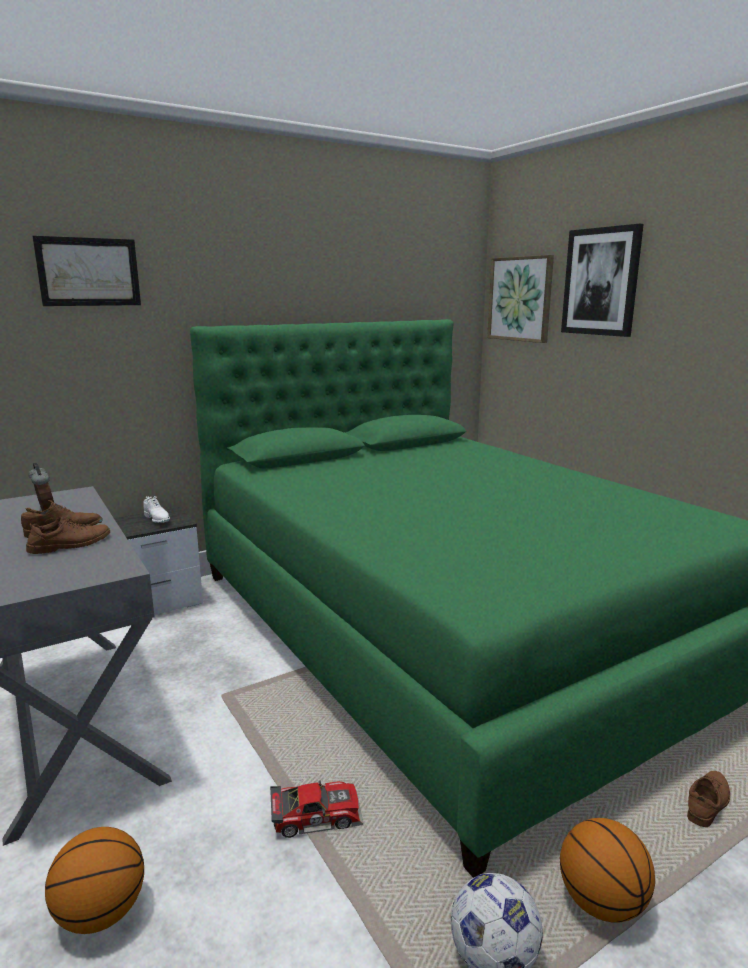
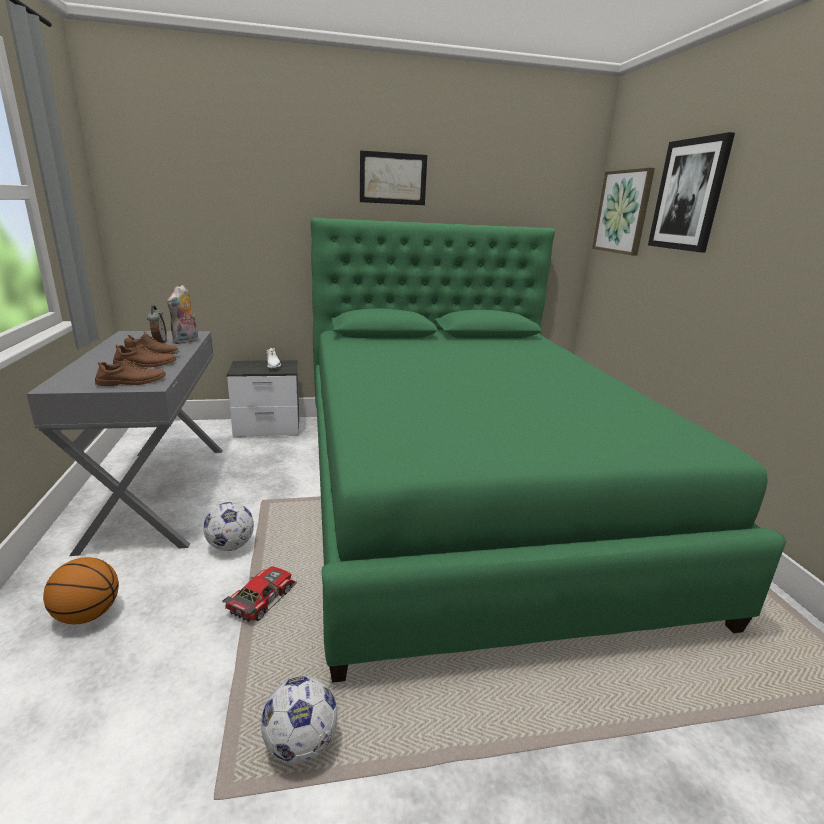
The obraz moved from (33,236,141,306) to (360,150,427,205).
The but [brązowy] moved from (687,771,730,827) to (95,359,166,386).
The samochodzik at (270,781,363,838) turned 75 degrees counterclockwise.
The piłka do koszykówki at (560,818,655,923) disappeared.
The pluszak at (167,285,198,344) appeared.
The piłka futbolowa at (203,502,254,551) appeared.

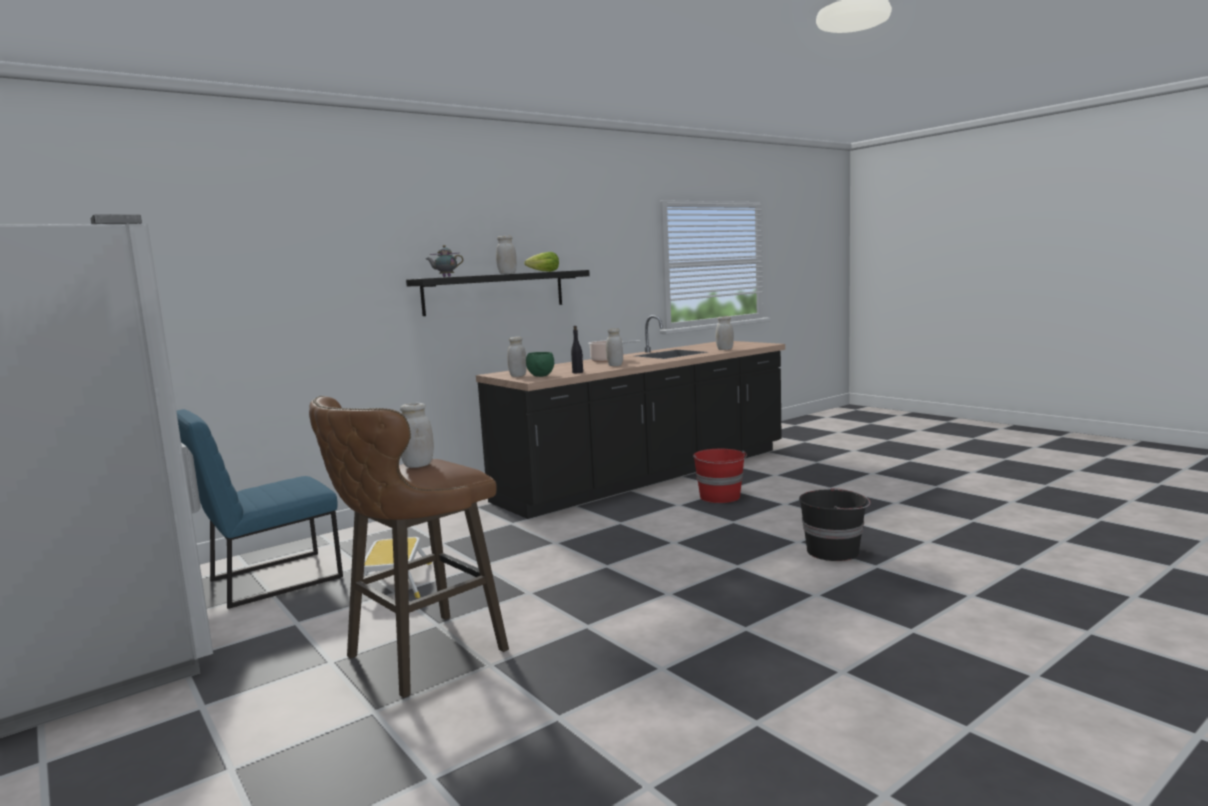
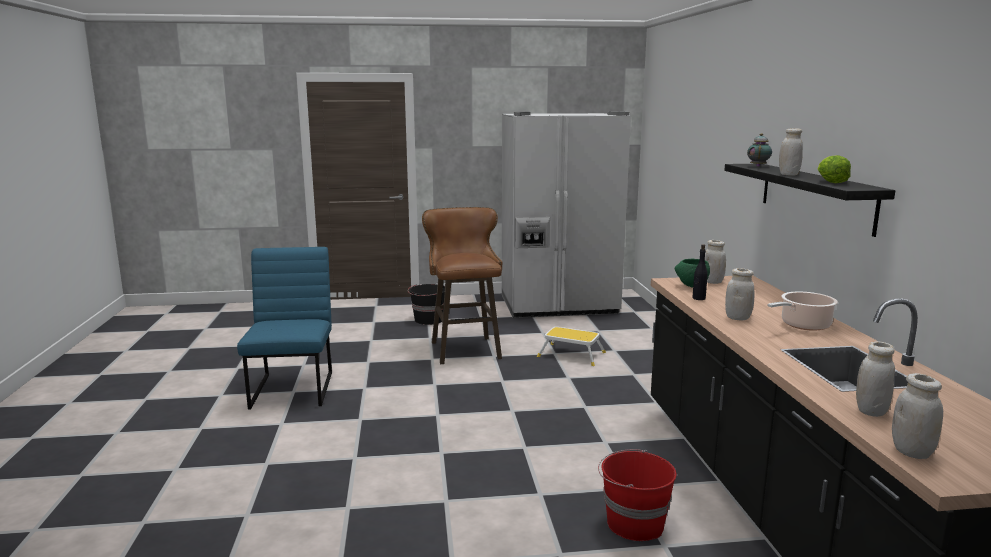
The słoik [biały] moved from (400,403,434,468) to (892,373,943,459).
The krzesło [niebieski] moved from (176,409,343,609) to (237,247,332,410).
The wiadro [czarny] moved from (799,487,870,561) to (409,284,445,325).

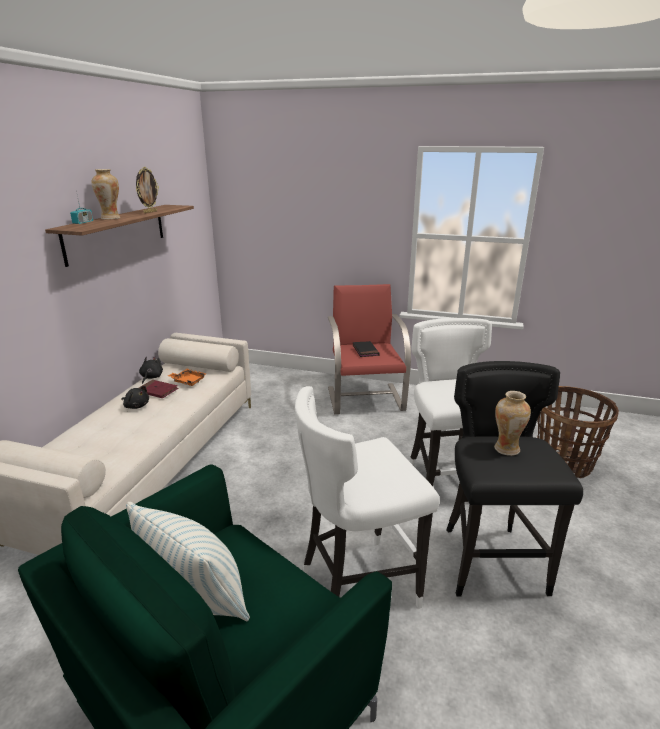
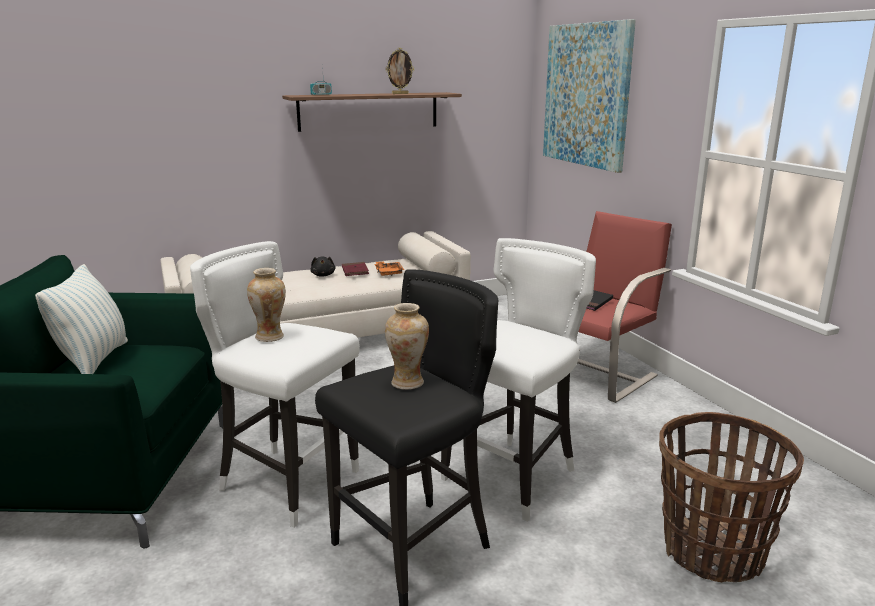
The wazon moved from (92,169,120,220) to (247,268,286,342).
The pluszak [czarny] at (139,357,163,384) disappeared.
The obraz at (543,19,636,173) appeared.

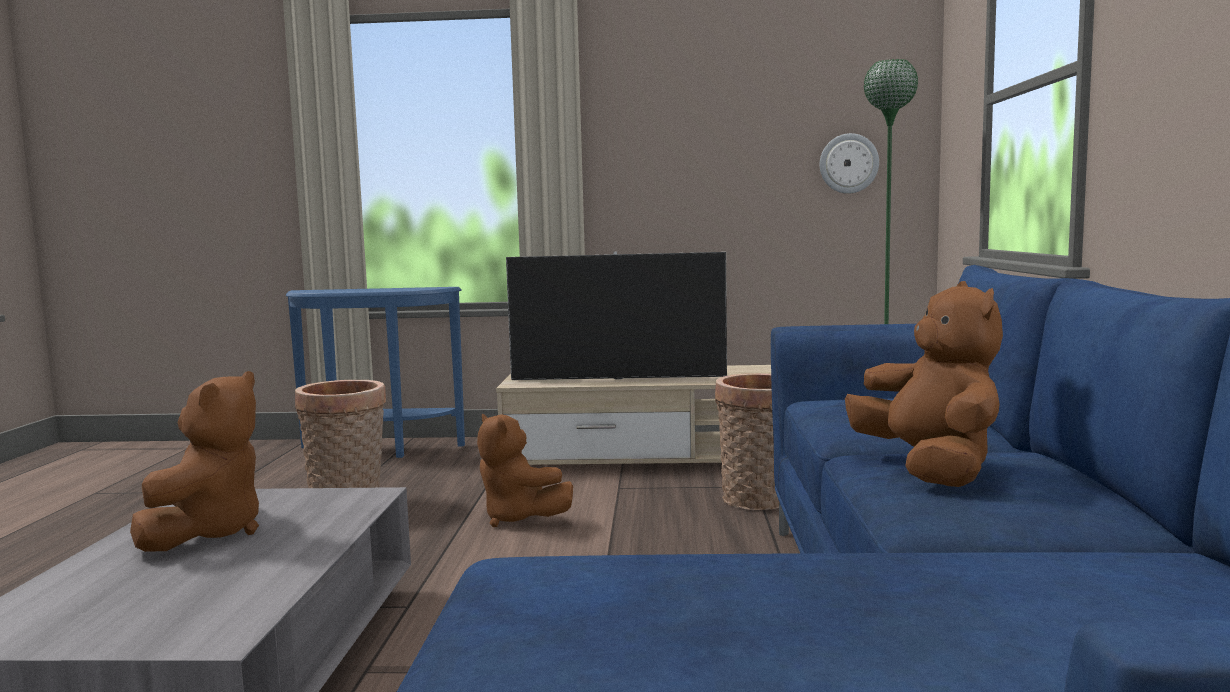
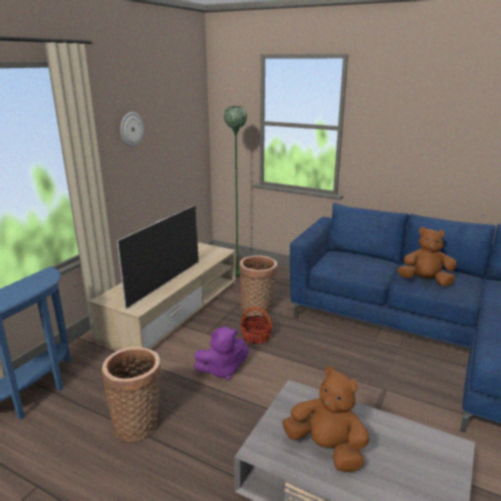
The zegar ścienny moved from (820,133,879,194) to (120,112,144,147).
The pluszak [brązowy] at (477,414,573,527) became the pluszak [fioletowy] at (194,327,249,380).
The koszyk at (240,307,273,344) appeared.

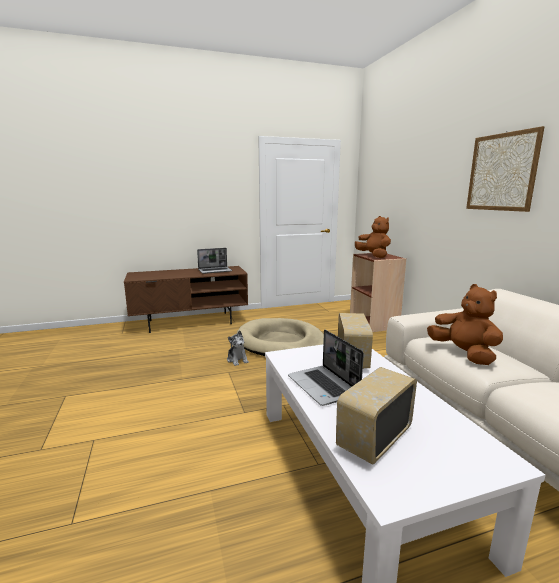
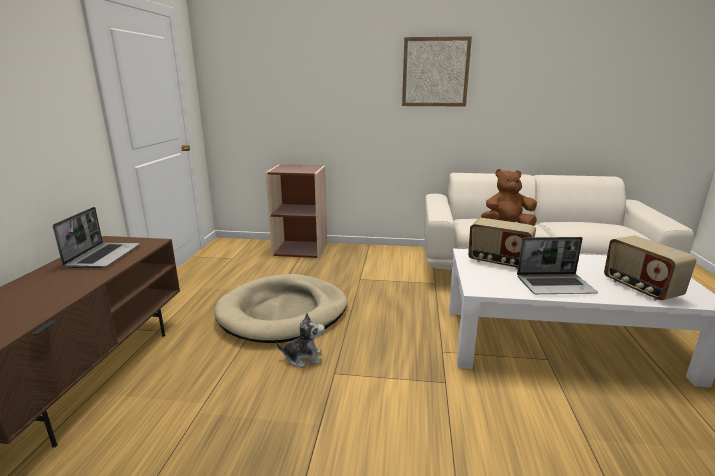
The pluszak [brązowy] at (355,216,391,258) disappeared.

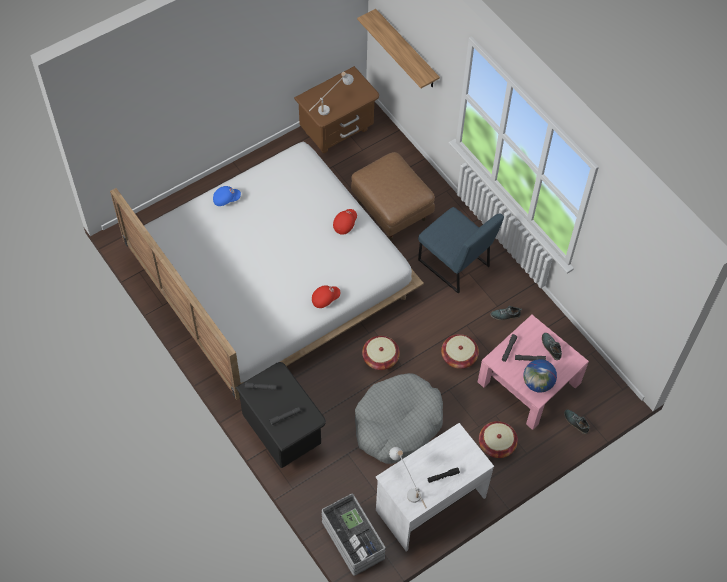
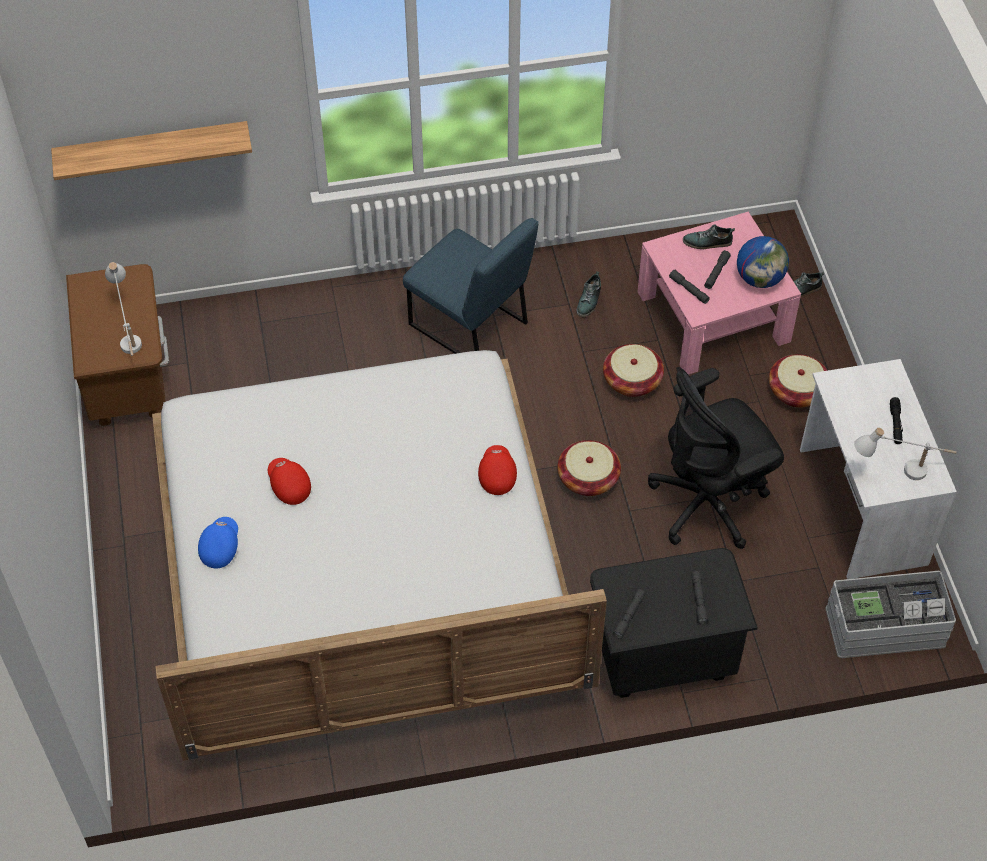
The pufa [brązowy] at (351,152,435,240) disappeared.
The krzesło [niebieski] at (418,207,504,294) turned 60 degrees clockwise.
The czapka z daszkiem [czerwony] moved from (333,209,357,235) to (268,458,311,505).
The legowisko [szary] at (355,373,443,464) was replaced by the krzesło biurowe [czarny] at (648,367,784,549).

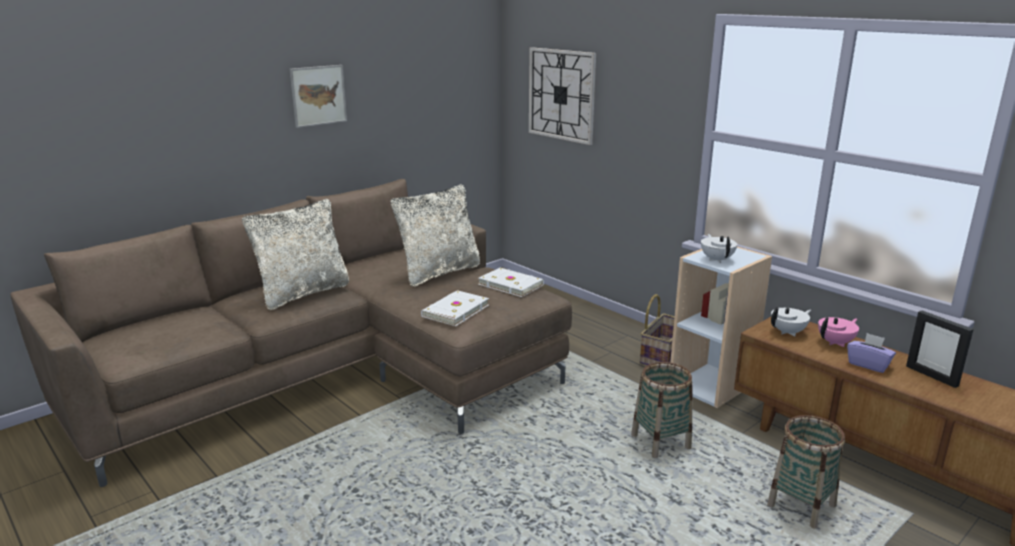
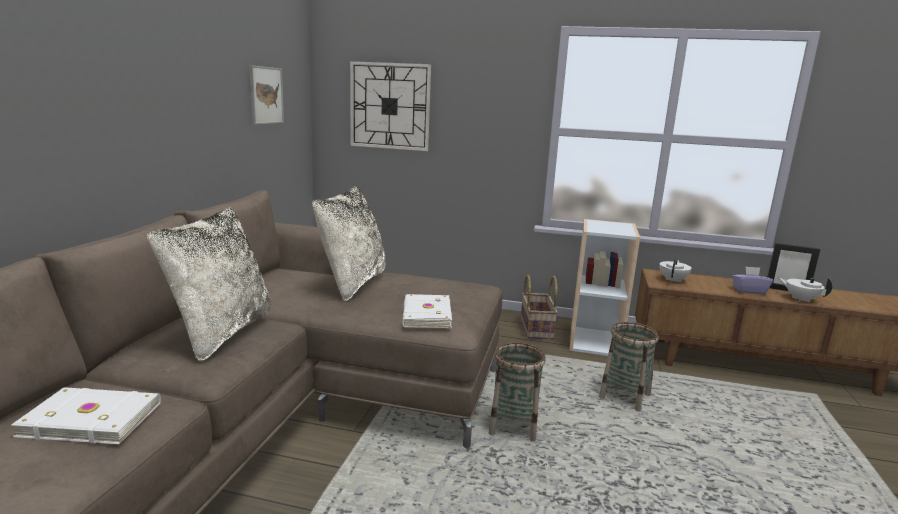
The obraz moved from (290,65,347,128) to (250,65,284,125).
The imbryk [biały] moved from (701,234,737,263) to (778,277,832,302).
The książka [biały] moved from (478,267,544,297) to (11,387,161,444).
The imbryk [różowy] at (818,317,859,347) disappeared.
The koszyk moved from (767,415,845,529) to (489,342,546,442).

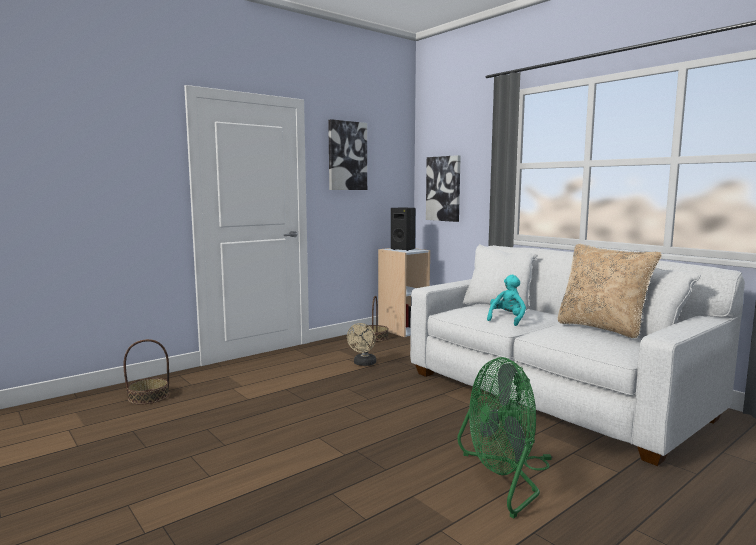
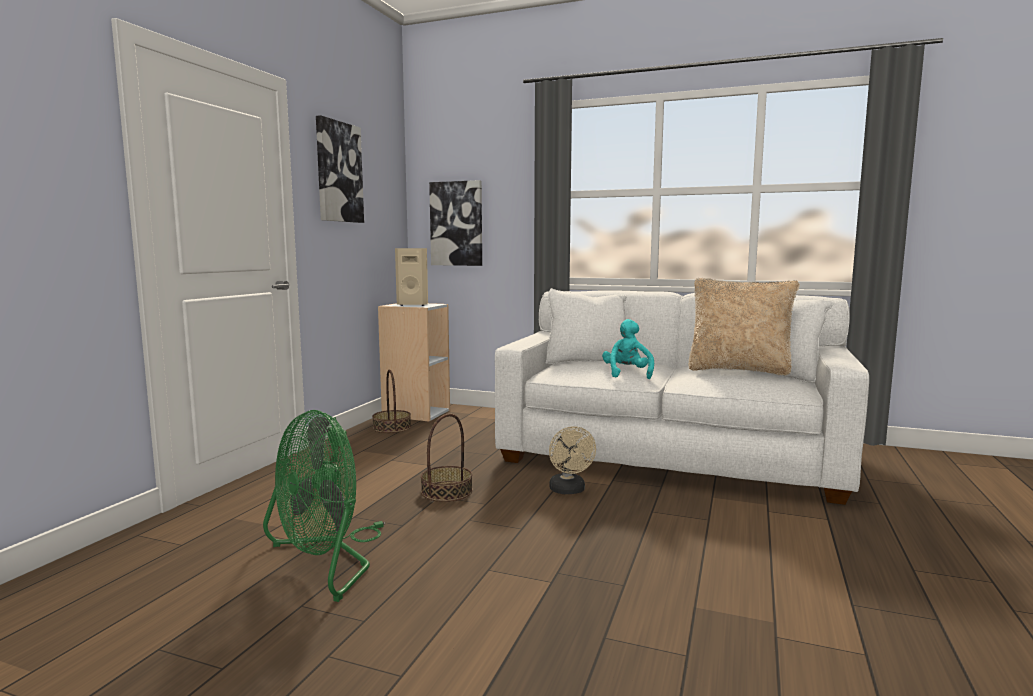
The głośnik [czarny] at (391,208,415,251) became the głośnik [beżowy] at (395,248,428,306).
The wentylator [beżowy] moved from (347,323,376,366) to (549,426,596,494).
The koszyk moved from (123,339,169,405) to (421,413,473,502).
The wentylator [zielony] moved from (458,357,553,519) to (263,410,386,602).

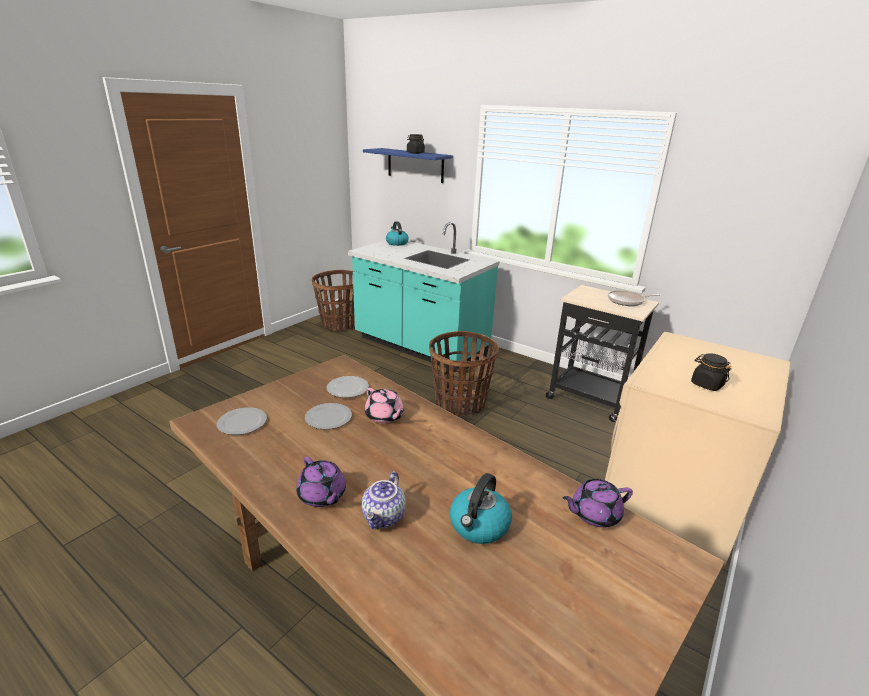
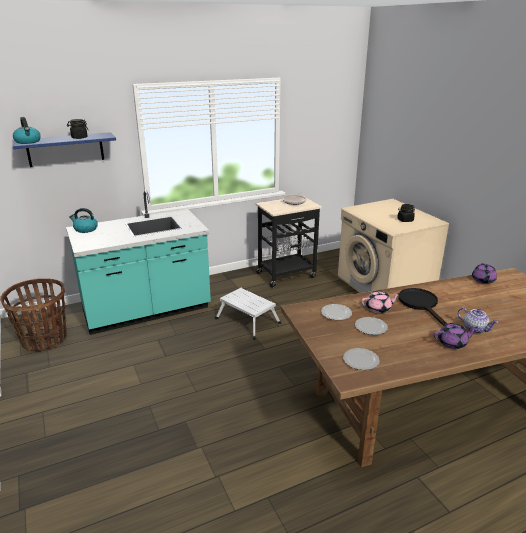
The koszyk at (429,331,499,416) was replaced by the drabinka [biały] at (215,288,282,340).
The czajnik moved from (450,473,512,544) to (13,117,41,144).
The patelnia [czarny] at (398,288,447,326) appeared.

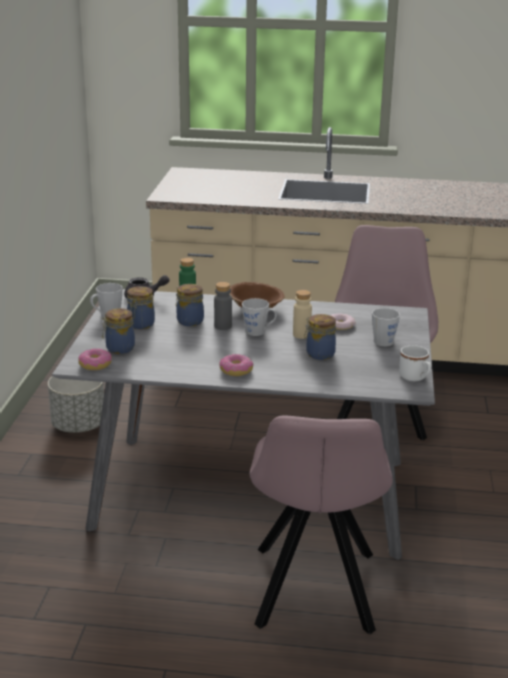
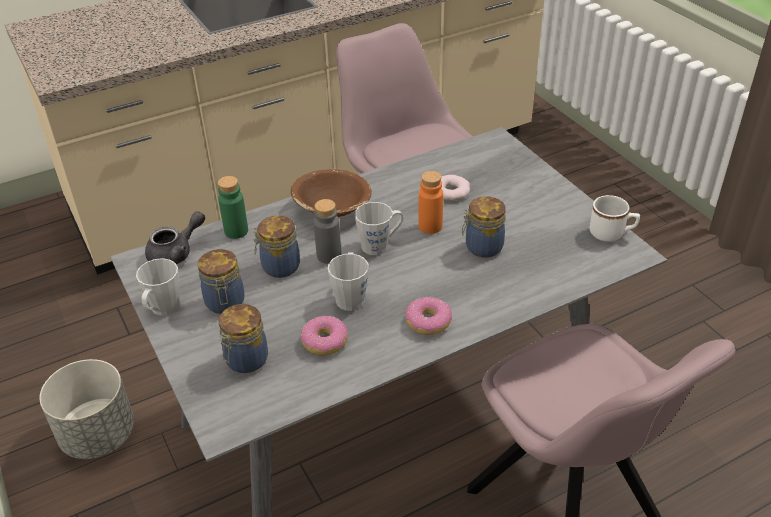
The butelka [beżowy] at (293,290,312,339) became the butelka [pomarańczowy] at (418,171,443,234).
The kubek [szary] moved from (372,308,400,346) to (328,252,369,311).
The donut moved from (78,348,112,370) to (301,316,348,355).

